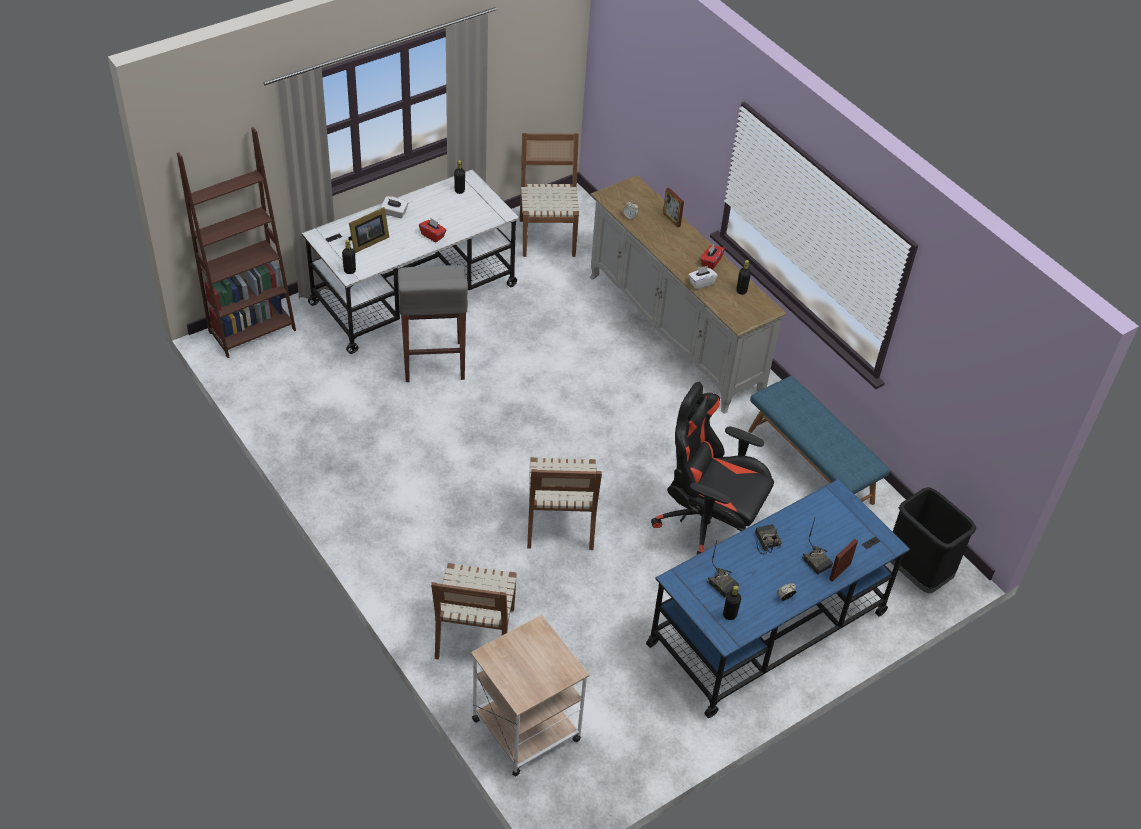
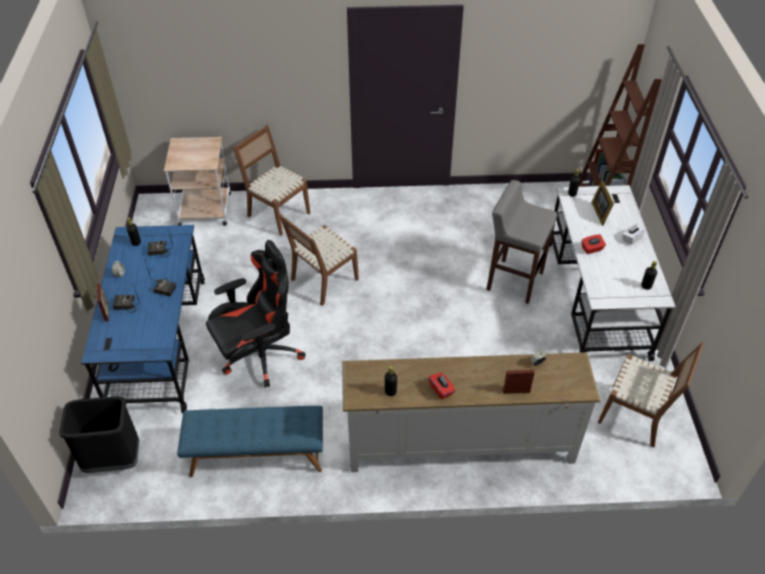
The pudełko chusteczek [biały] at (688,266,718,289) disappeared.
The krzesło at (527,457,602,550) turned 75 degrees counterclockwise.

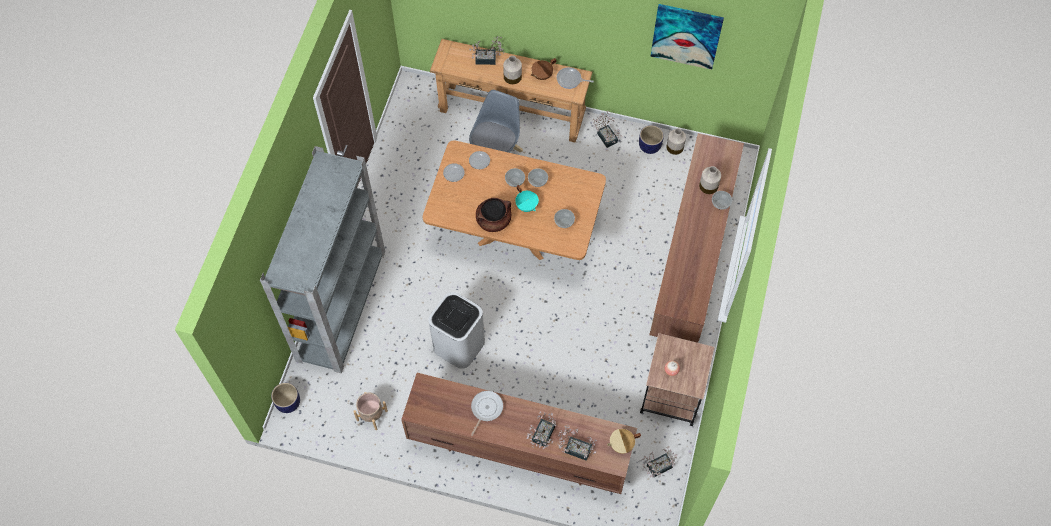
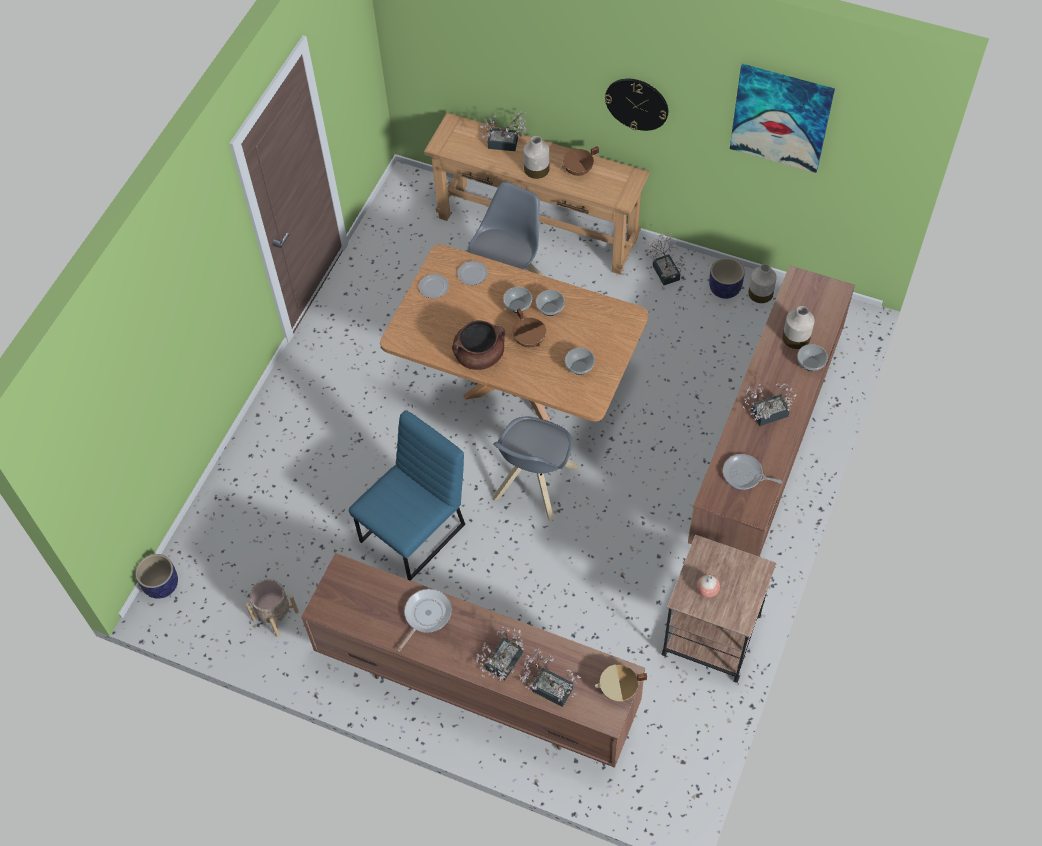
The patelnia moved from (557,67,594,89) to (723,454,782,490).
The regał [szary] at (260,146,385,373) disappeared.
The garnek [turkusowy] at (515,185,539,212) became the garnek [brązowy] at (513,308,546,347).
The kosz na śmieci [biały] at (429,292,485,369) was replaced by the krzesło [niebieski] at (349,410,465,581).
The roślina doniczkowa moved from (642,447,677,478) to (743,383,796,426).
The zegar ścienny at (605,78,668,131) appeared.
The krzesło [szary] at (493,417,578,521) appeared.

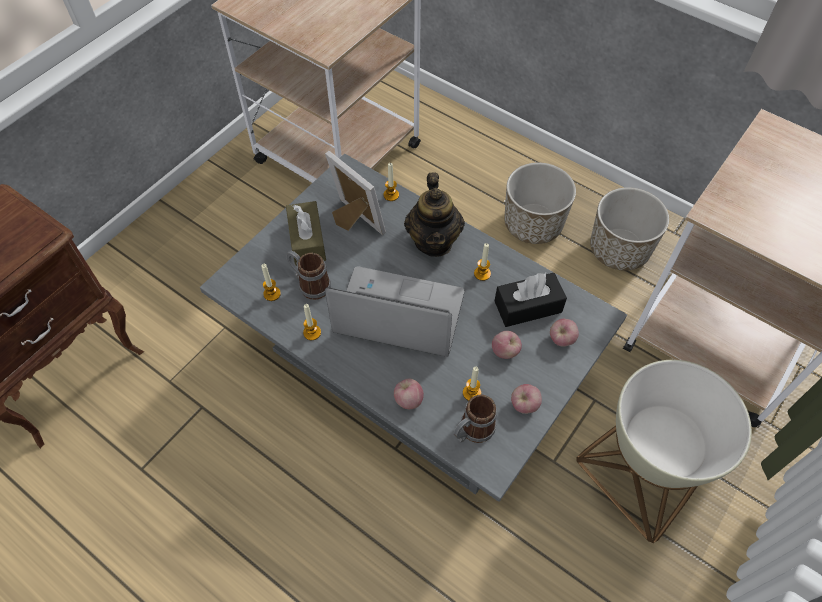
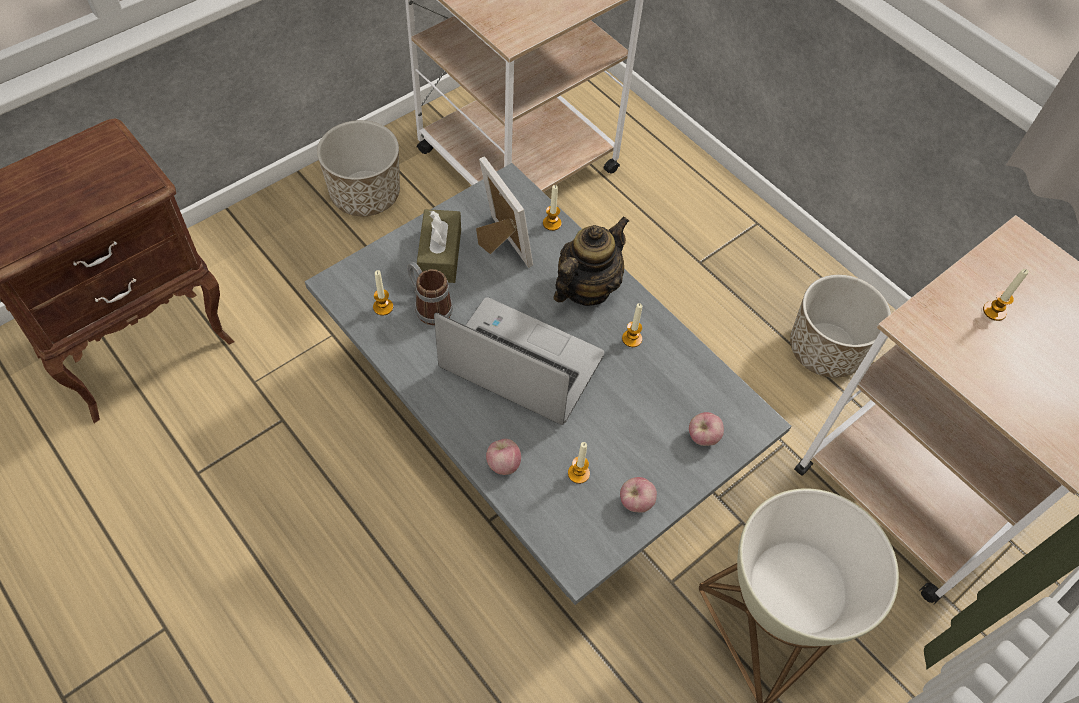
The donica moved from (504,163,576,244) to (317,120,400,216).
The imbryk at (404,172,465,257) turned 150 degrees counterclockwise.
The pudełko chusteczek [czarny] at (495,273,567,327) disappeared.
The świeca moved from (303,304,321,340) to (983,269,1029,321).
The jabłko at (492,331,522,359) disappeared.
The kubek at (454,394,497,443) disappeared.

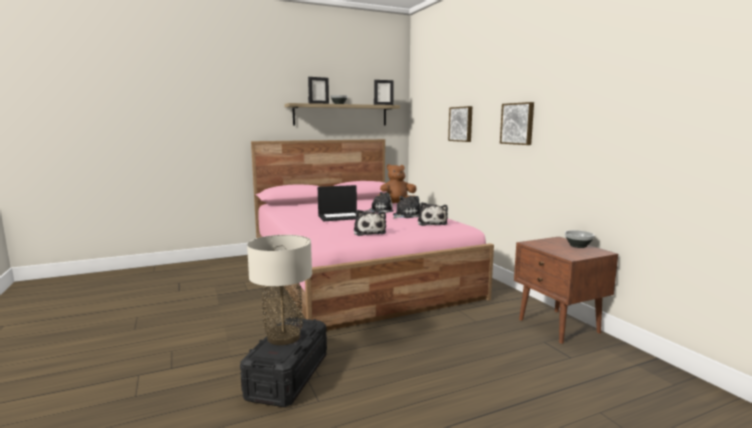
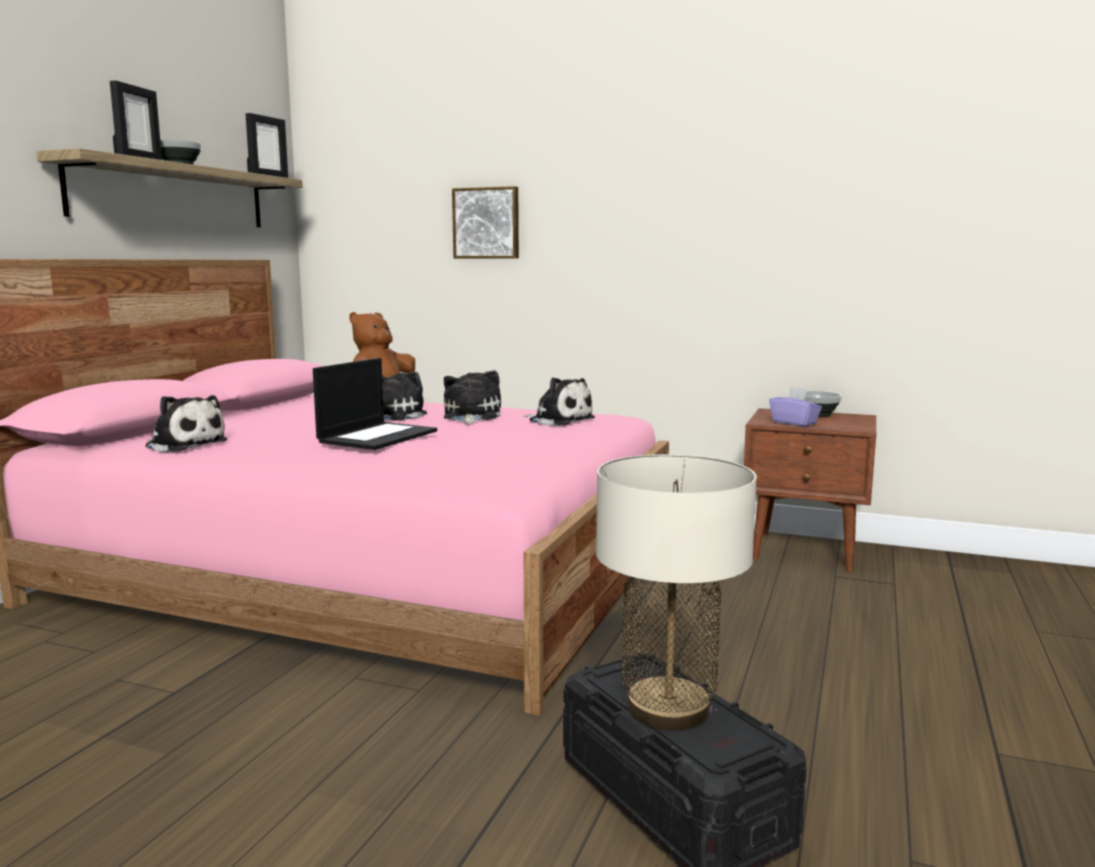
The obraz at (500,102,534,145) disappeared.
The pluszak moved from (354,210,386,236) to (146,395,228,452).
The pudełko chusteczek [fioletowy] at (769,387,822,426) appeared.

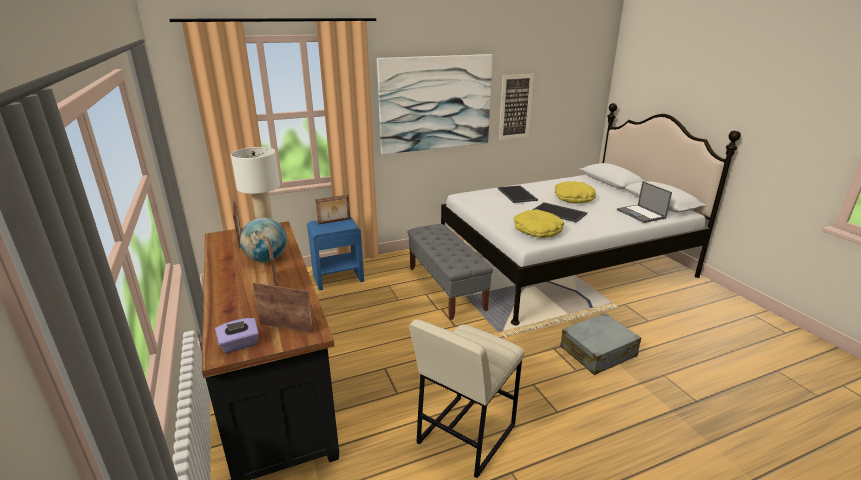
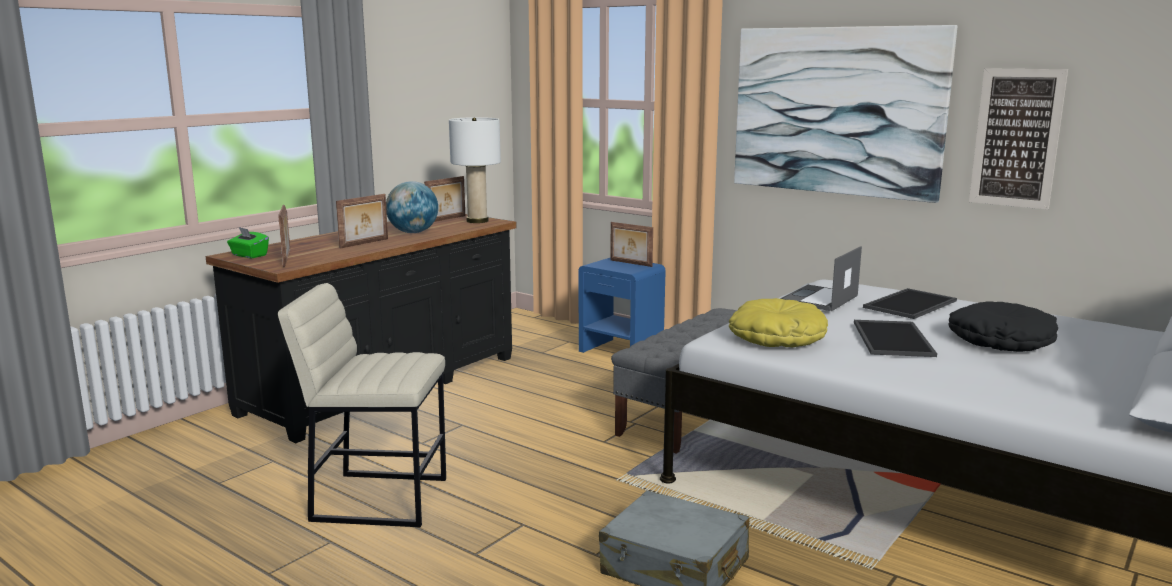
The poduszka [żółty] at (555,181,596,204) became the poduszka [czarny] at (949,302,1058,352).
The laptop moved from (617,181,672,223) to (780,246,862,311).
The pudełko chusteczek [fioletowy] at (215,318,259,353) became the pudełko chusteczek [zielony] at (227,227,269,258).

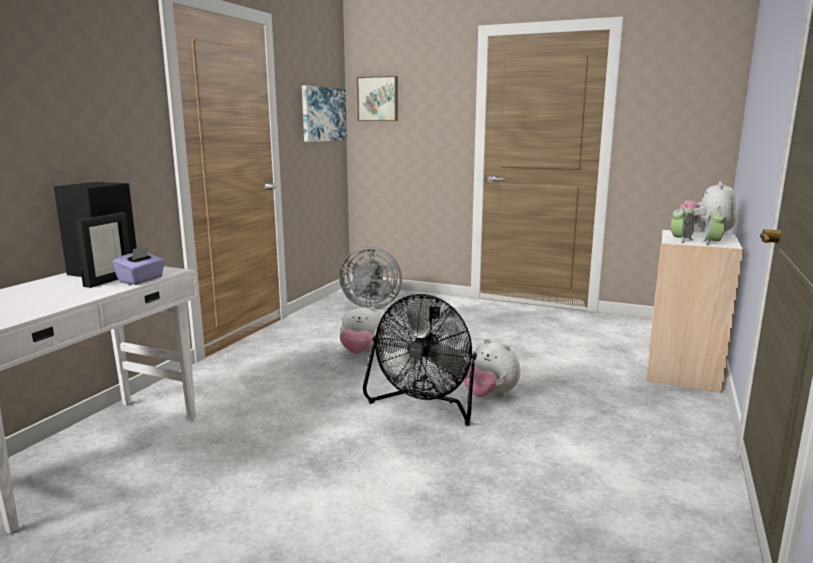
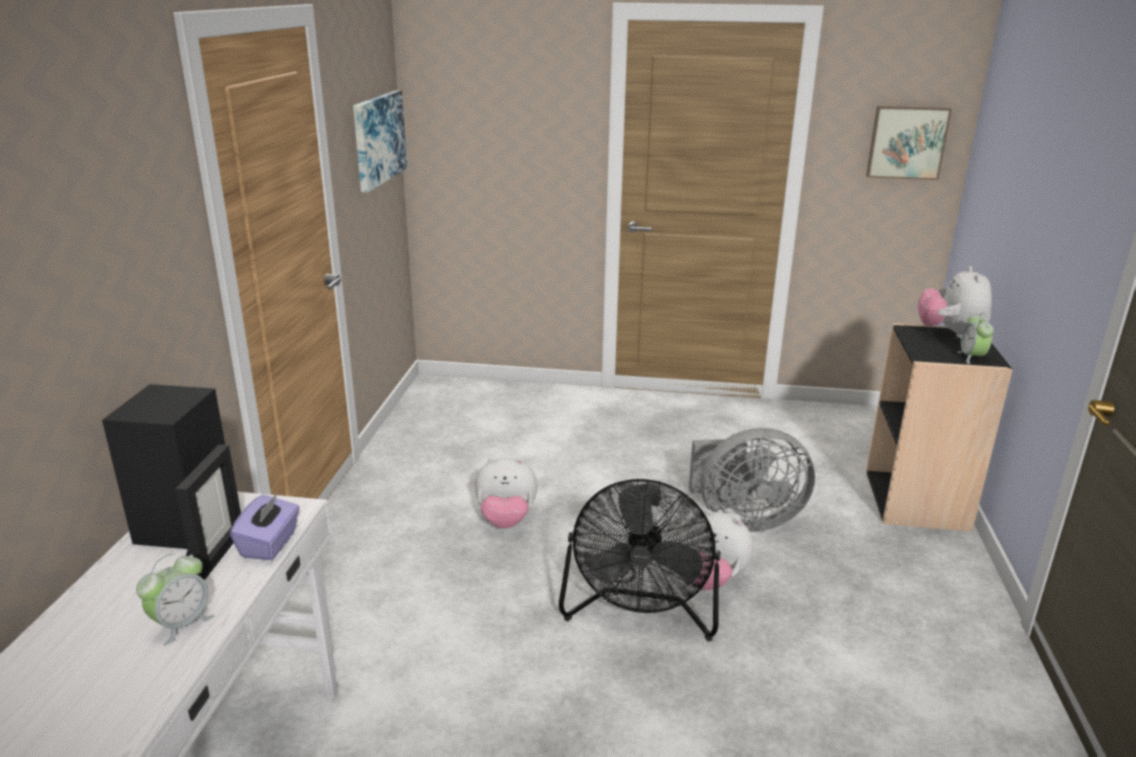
The obraz moved from (357,76,398,121) to (866,106,952,180).
The budzik moved from (671,204,695,243) to (136,554,215,646).
The regał [biały] at (646,230,743,393) became the regał [czarny] at (866,323,1013,532).
The wentylator [szary] moved from (339,246,402,309) to (689,428,815,532).

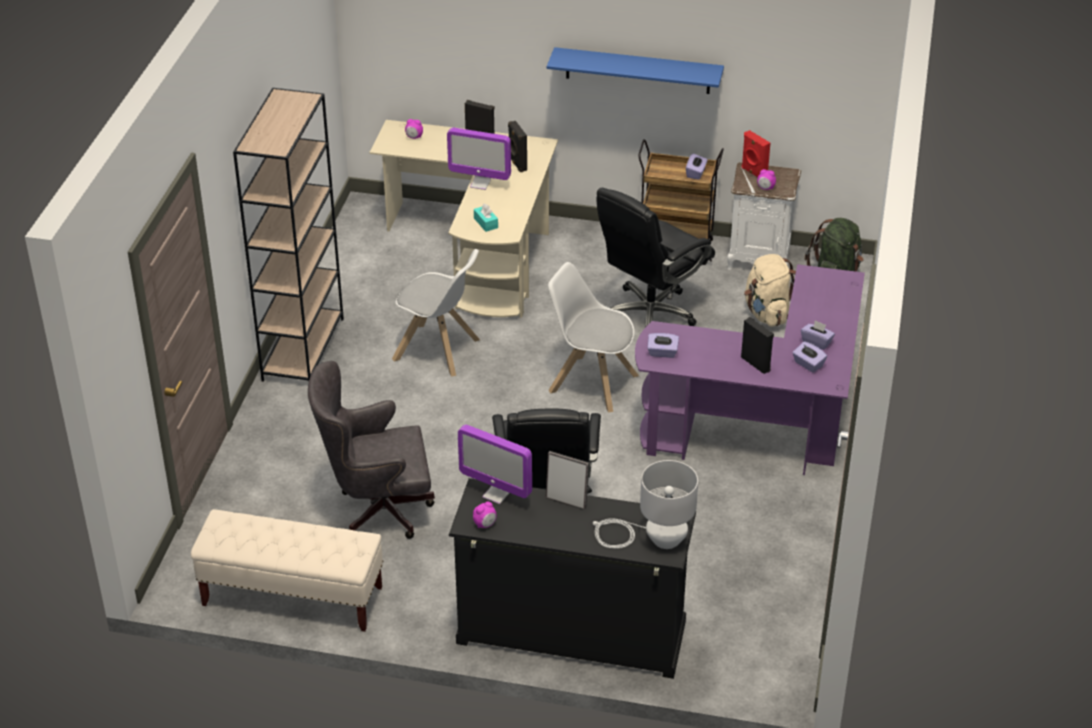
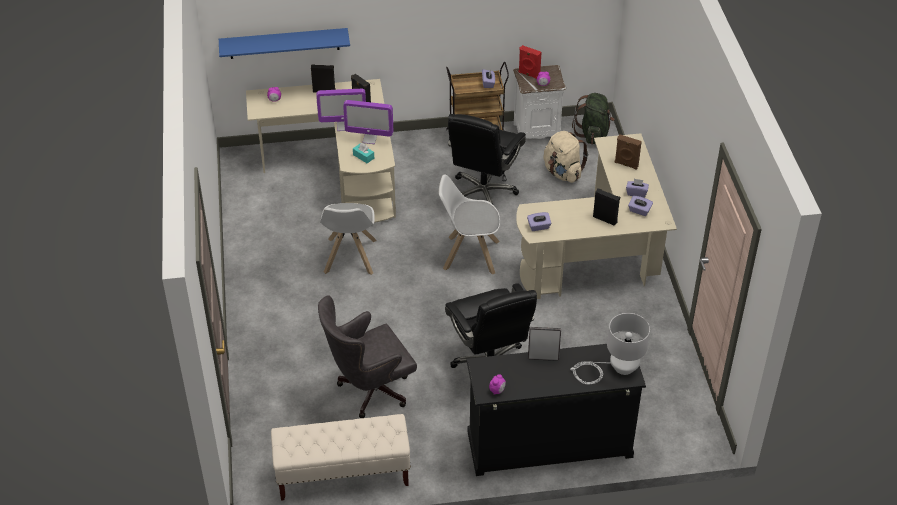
The półka [niebieski] moved from (547,47,724,94) to (219,28,350,59).
The regał [beżowy] at (233,88,344,382) disappeared.
The krzesło at (392,249,480,377) turned 90 degrees clockwise.
The biurko [fioletowy] at (635,264,865,475) became the biurko [beżowy] at (516,133,677,299).
The monitor moved from (458,424,532,504) to (343,100,393,144).
The głośnik [brązowy] at (615,135,642,170) appeared.

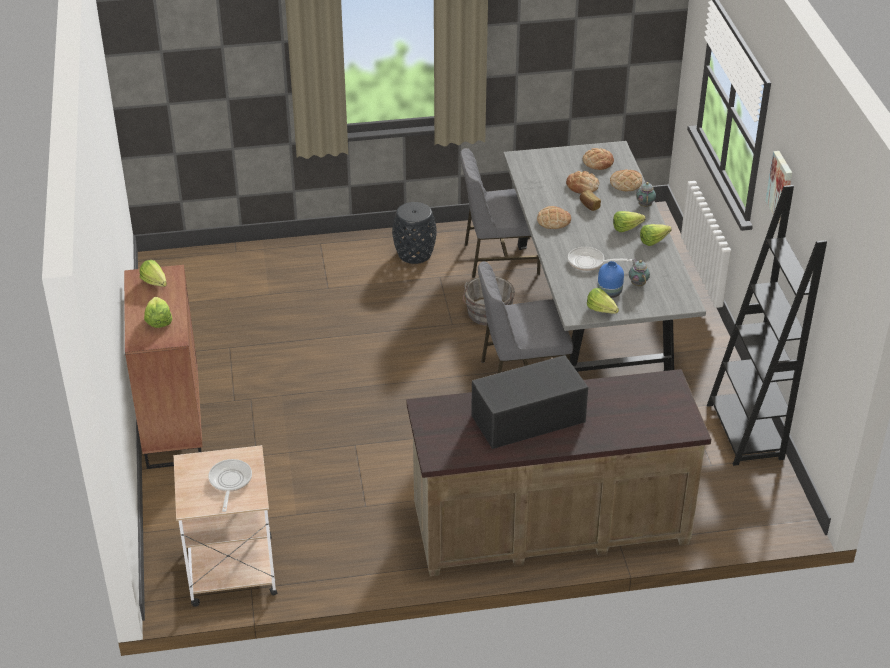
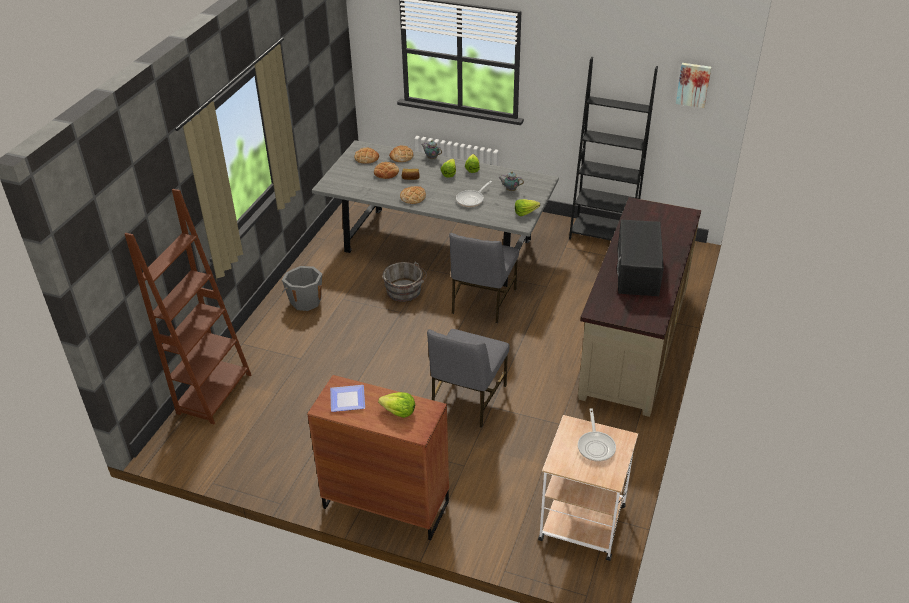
The krzesło [szary] moved from (460,148,541,278) to (427,329,509,428).
The obraz moved from (765,151,792,223) to (676,63,711,108).
The stołek [czarny] at (392,202,437,264) was replaced by the wiadro [szary] at (282,266,322,311).
The sałata at (139,260,167,287) was replaced by the talerz at (330,385,365,412).
The wazon [niebieski] at (598,261,624,298) disappeared.
The patelnia at (208,459,252,512) turned 120 degrees counterclockwise.
The regał [brązowy] at (125,189,251,424) appeared.

